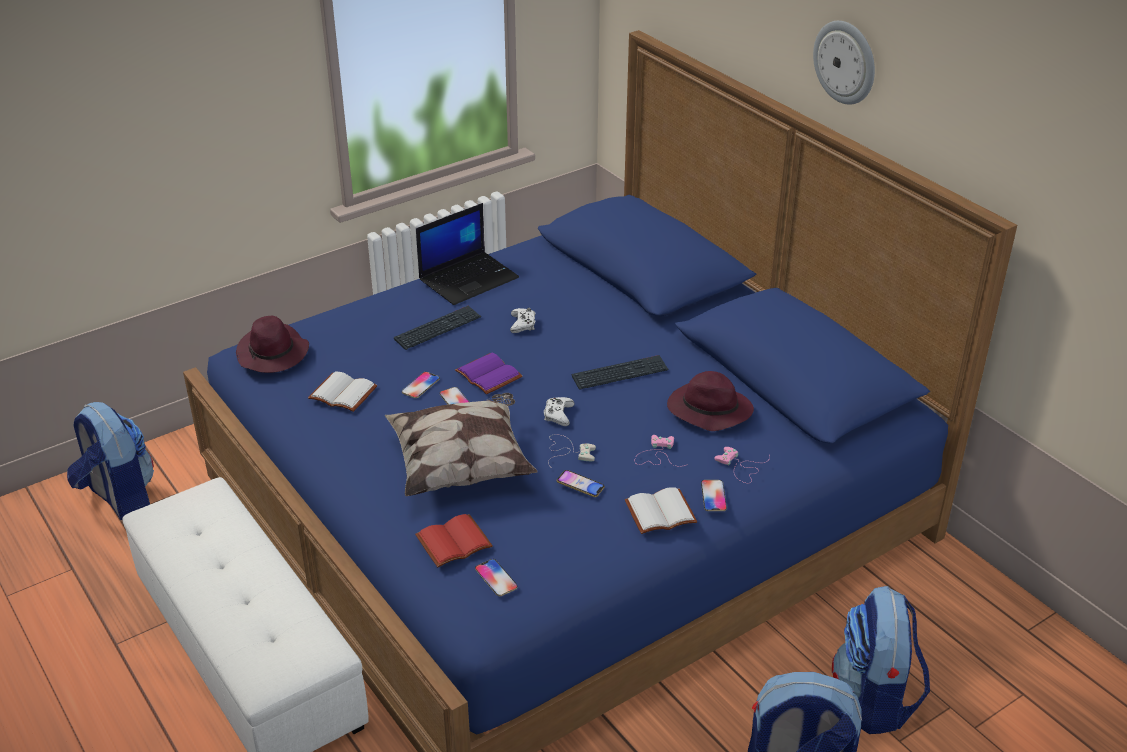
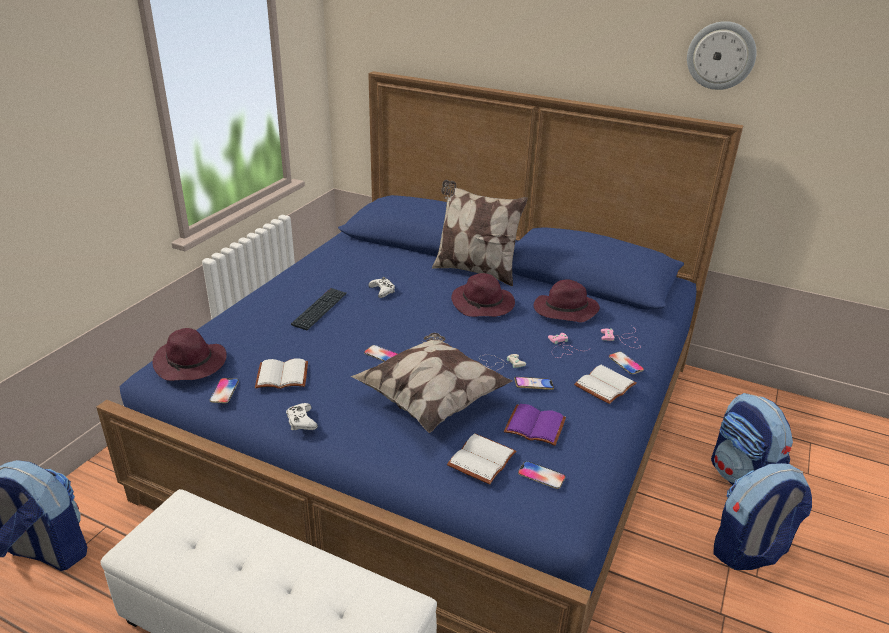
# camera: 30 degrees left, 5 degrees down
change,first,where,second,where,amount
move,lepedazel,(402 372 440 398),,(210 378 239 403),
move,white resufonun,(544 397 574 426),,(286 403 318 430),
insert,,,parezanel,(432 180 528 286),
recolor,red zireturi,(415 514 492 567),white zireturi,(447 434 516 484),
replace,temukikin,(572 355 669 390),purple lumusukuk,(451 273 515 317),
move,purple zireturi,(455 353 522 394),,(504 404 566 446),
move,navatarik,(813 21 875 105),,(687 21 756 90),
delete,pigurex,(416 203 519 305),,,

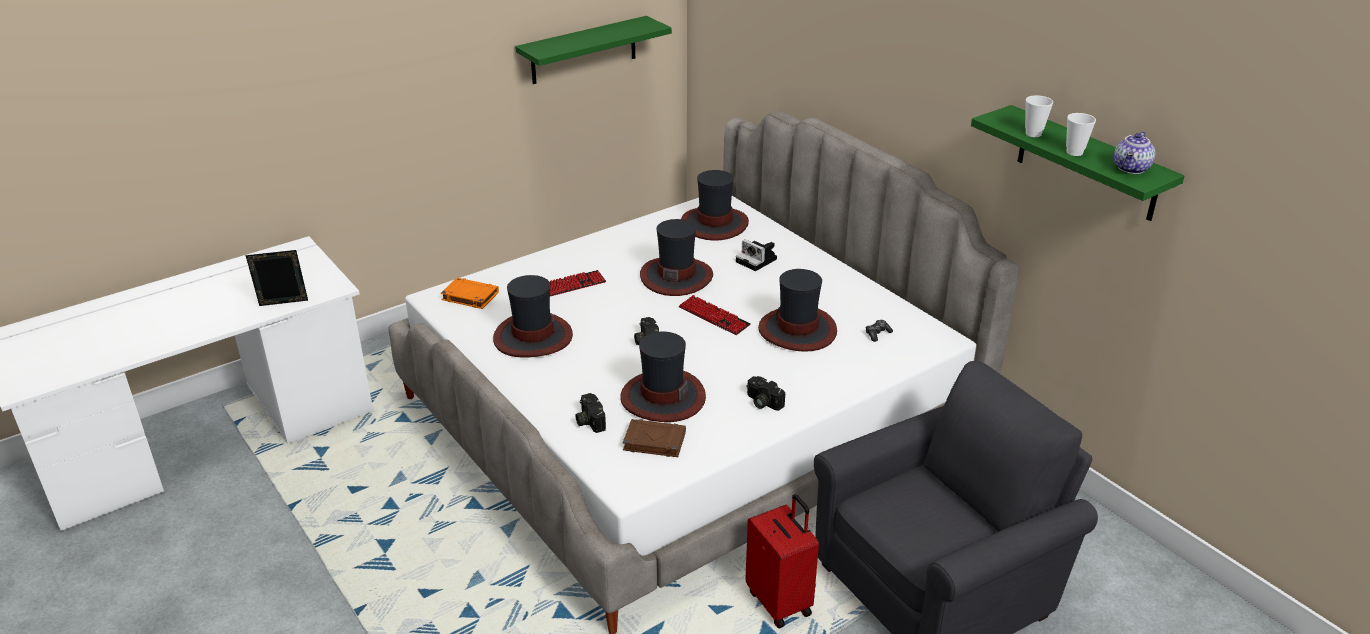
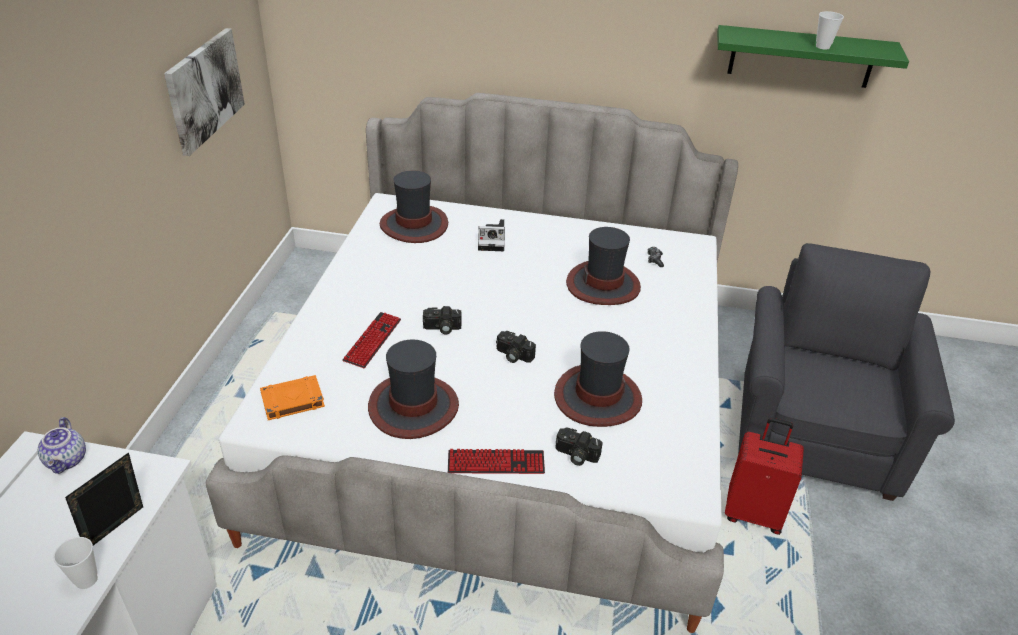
# camera: 45 degrees left, 5 degrees up
change,first,where,second,where,amount
move,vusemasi,(1114 131 1155 174),,(38 417 86 474),
move,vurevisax,(1025 95 1053 137),,(53 537 98 589),
replace,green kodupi,(515 16 672 84),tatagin,(164 28 245 156),
move,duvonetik,(746 376 785 411),,(423 306 461 335),
move,temukikin,(678 295 751 335),,(448 449 545 474),
delete,brown zireturi,(623 419 686 457),,,
delete,lumusukuk,(640 219 713 296),,,

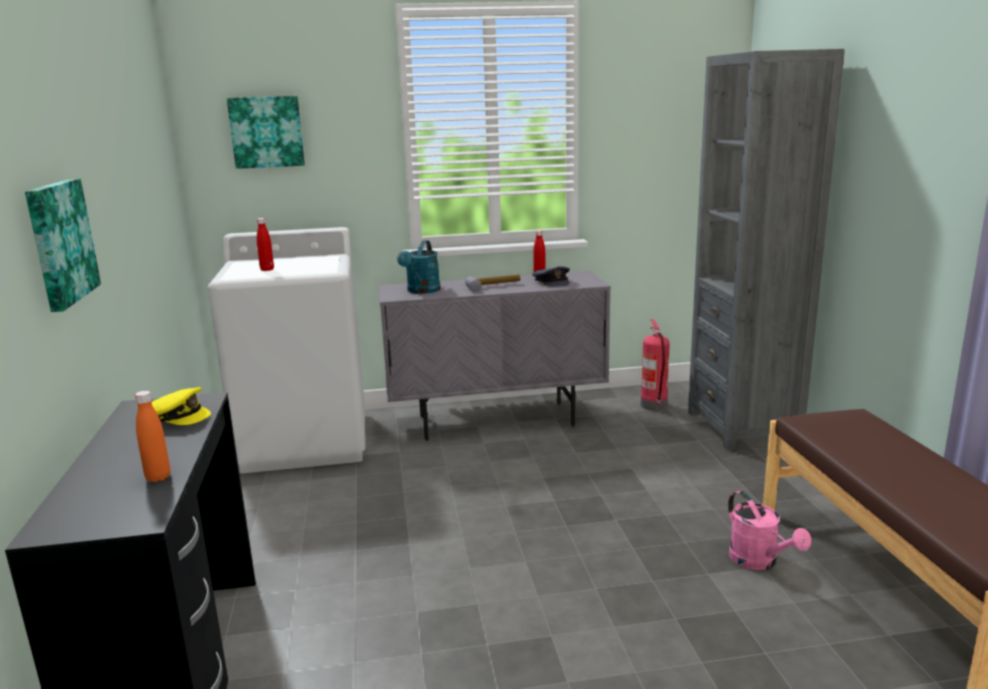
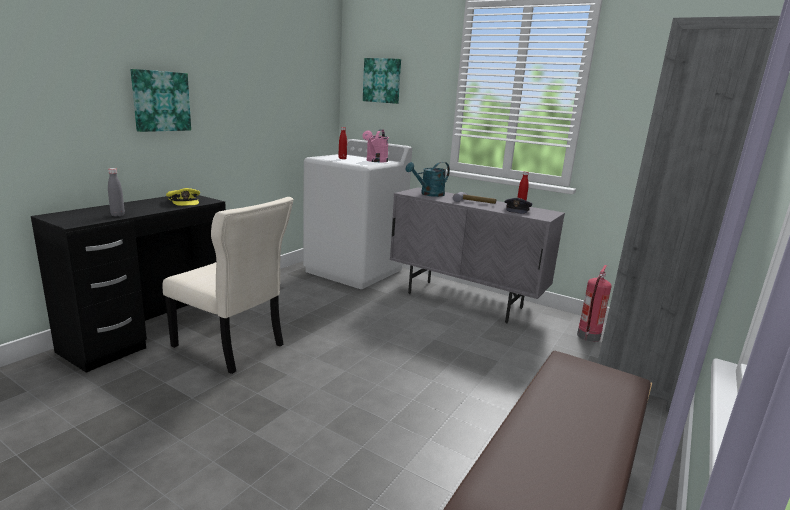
# camera: 40 degrees right, 0 degrees up
change,first,where,second,where,amount
recolor,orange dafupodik,(135 391 170 482),grey dafupodik,(108 168 125 217),
insert,,,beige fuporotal,(163 197 294 374),
move,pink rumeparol,(728 491 811 570),,(363 129 389 162),

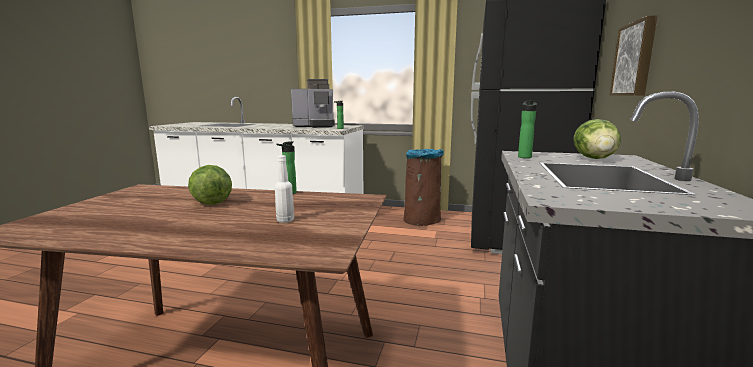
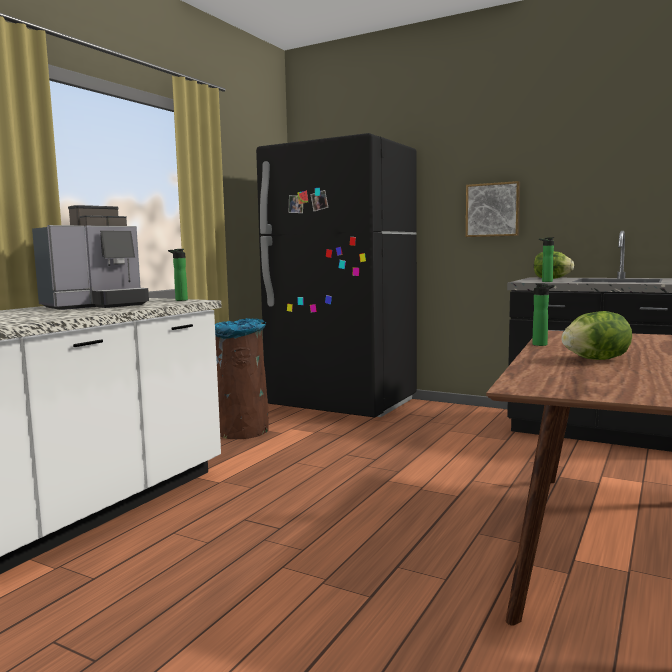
# camera: 75 degrees left, 5 degrees down
change,first,where,second,where,amount
rotate,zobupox,(291 79 335 128),,(32 205 149 310),45 degrees clockwise
delete,white dafupodik,(275 155 294 223),,,

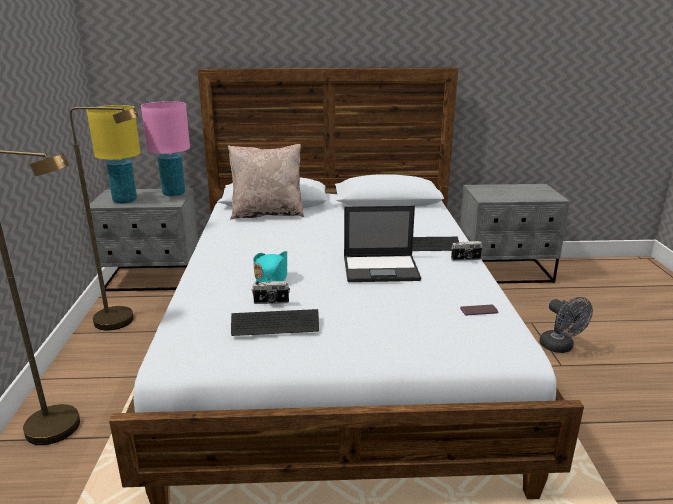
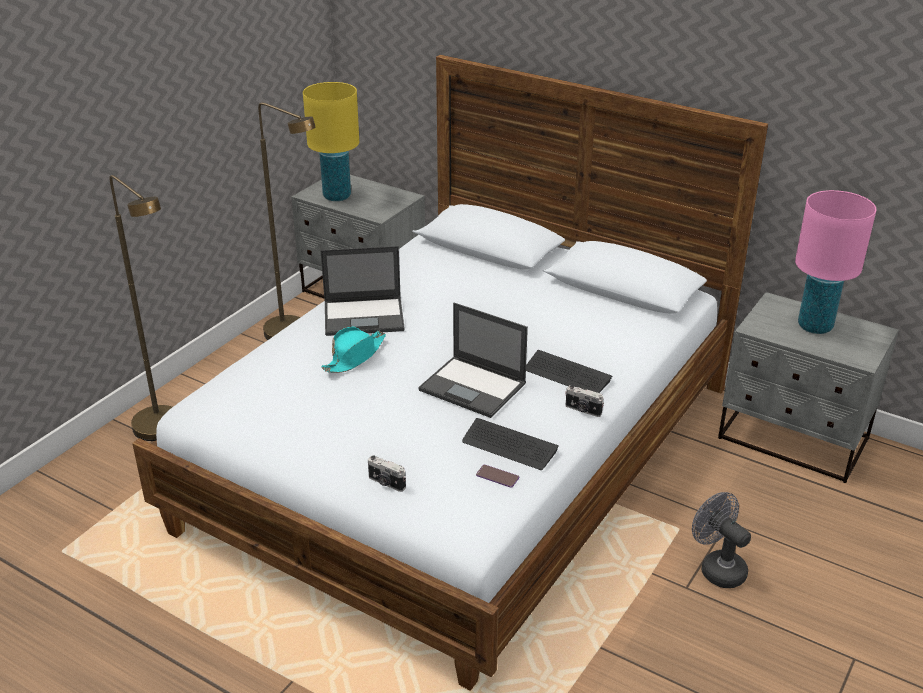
# camera: 35 degrees right, 10 degrees up
change,first,where,second,where,amount
insert,,,pigurex,(320 246 405 336),
move,duvonetik,(252 281 290 304),,(368 455 406 492),
move,temukikin,(231 309 319 336),,(462 418 559 470),
rotate,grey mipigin,(539 297 593 353),,(692 492 751 588),135 degrees clockwise
move,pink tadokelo,(141 101 190 196),,(795 190 877 334),
delete,beige parezanel,(228 144 304 219),,,

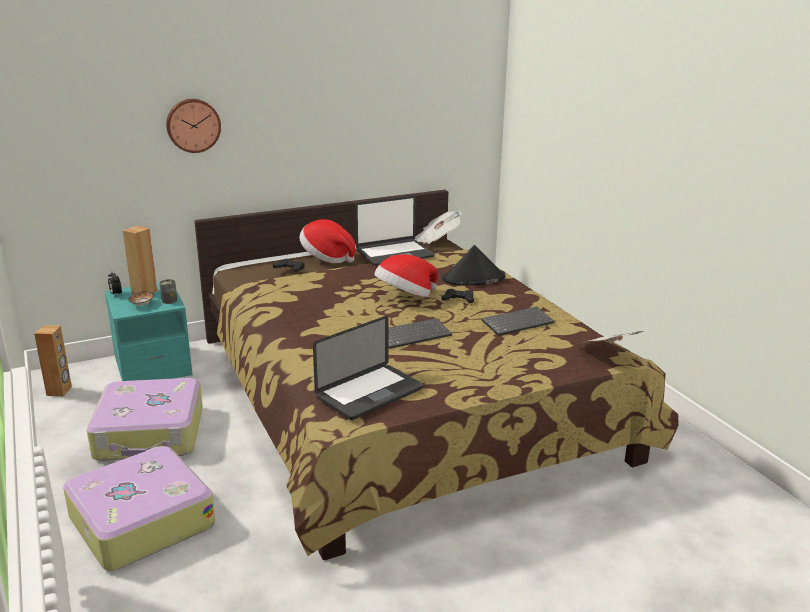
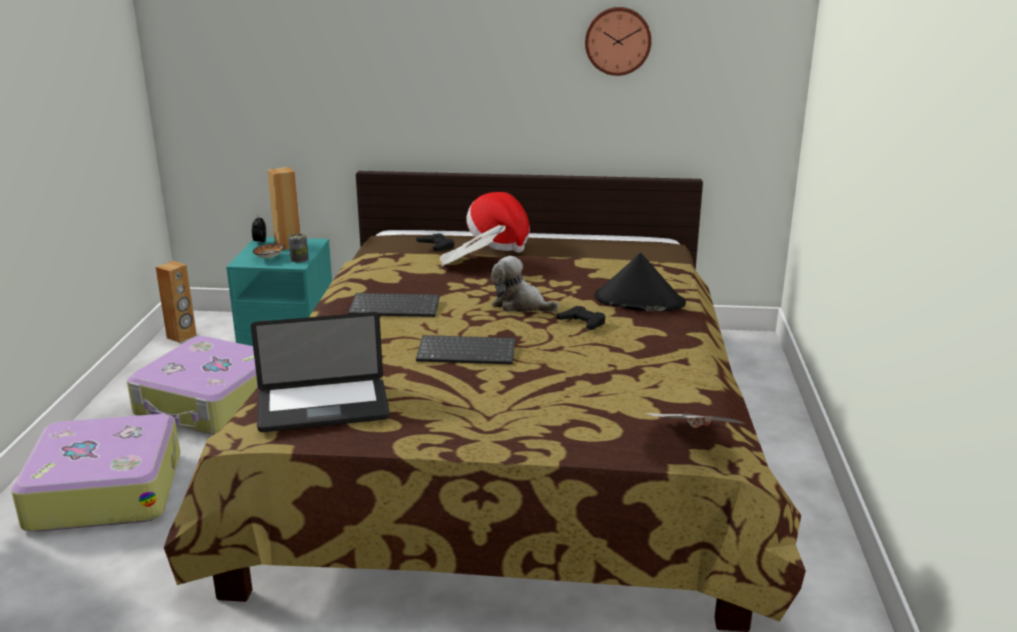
# camera: 30 degrees right, 0 degrees up
change,first,where,second,where,amount
move,temukikin,(481 307 555 336),,(348 293 440 317),
move,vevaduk,(415 211 462 244),,(440 225 506 266),
replace,lumusukuk,(374 254 438 297),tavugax,(491 256 559 312),
move,navatarik,(166 99 221 153),,(585 7 652 76),
delete,pigurex,(355 196 435 266),,,

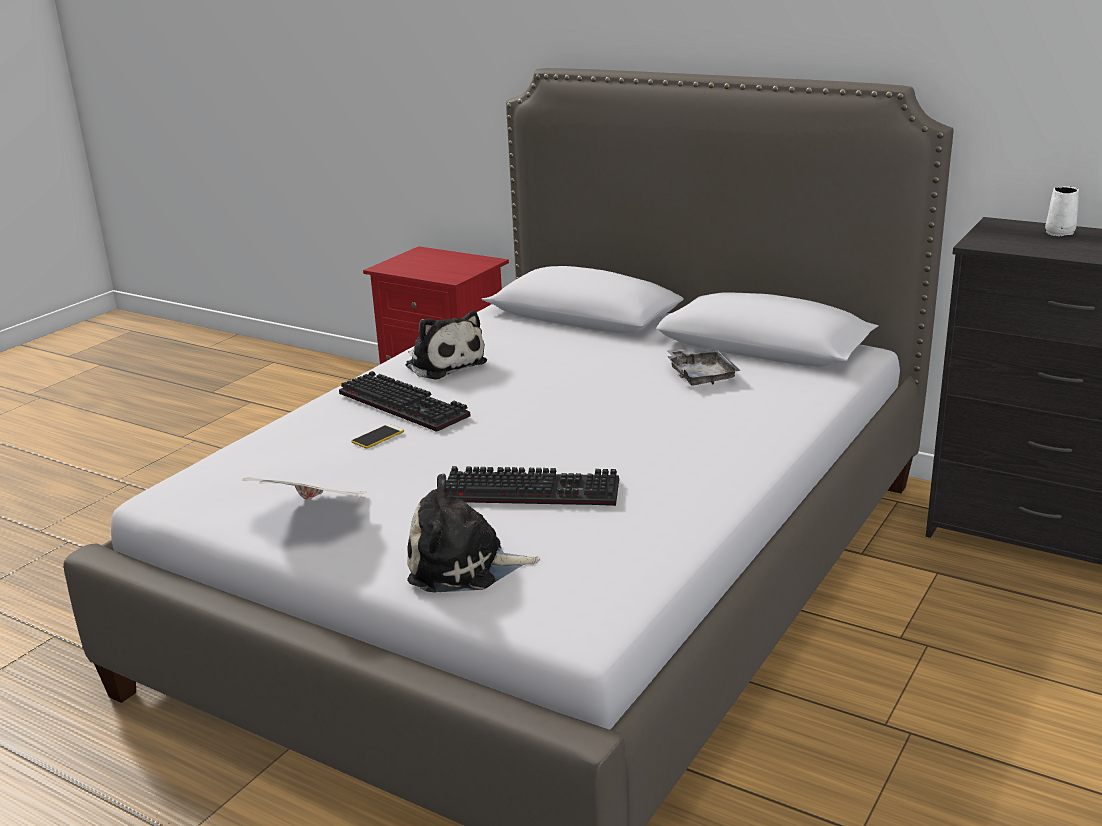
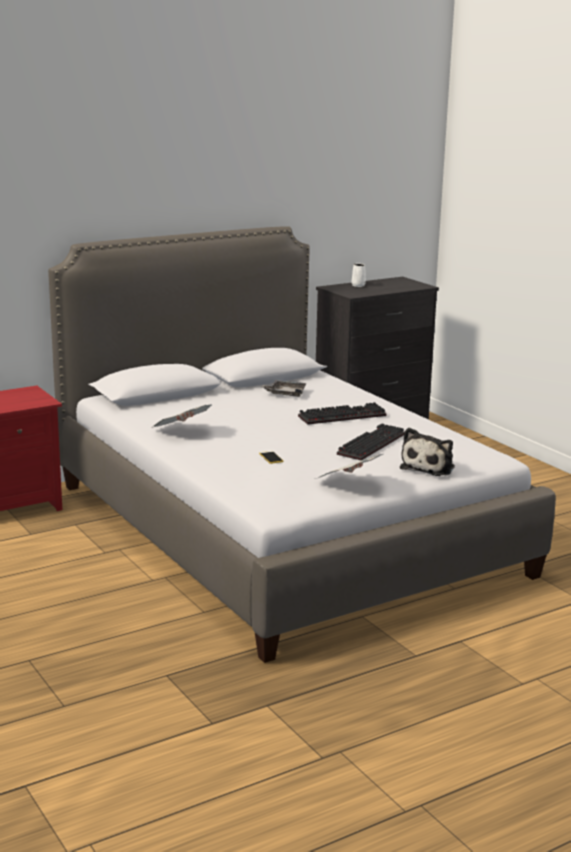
# camera: 65 degrees left, 5 degrees down
change,first,where,second,where,amount
replace,tavugax,(405 311 487 380),vevaduk,(151 405 212 428),
move,temukikin,(339 371 471 432),,(298 402 386 425),

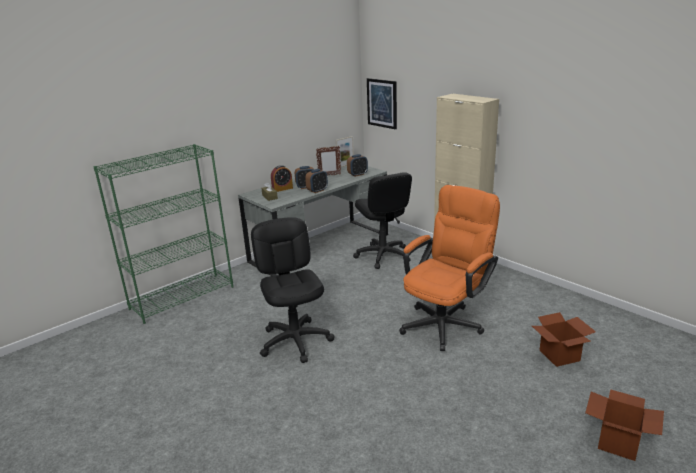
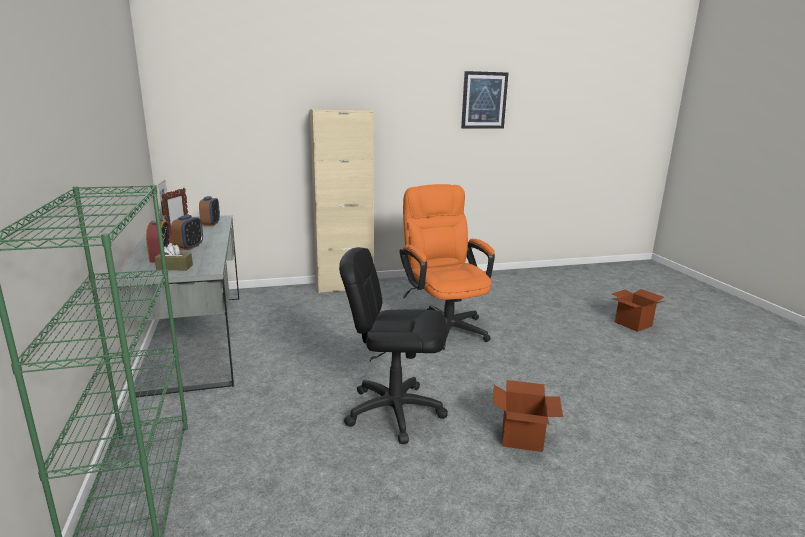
# camera: 65 degrees left, 5 degrees down
change,first,where,second,where,amount
move,tatagin,(367 78 397 129),,(461 71 508 129),
move,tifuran,(532 312 596 367),,(493 380 563 452),
delete,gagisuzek,(305 169 328 193),,,
delete,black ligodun,(353 172 412 269),,,

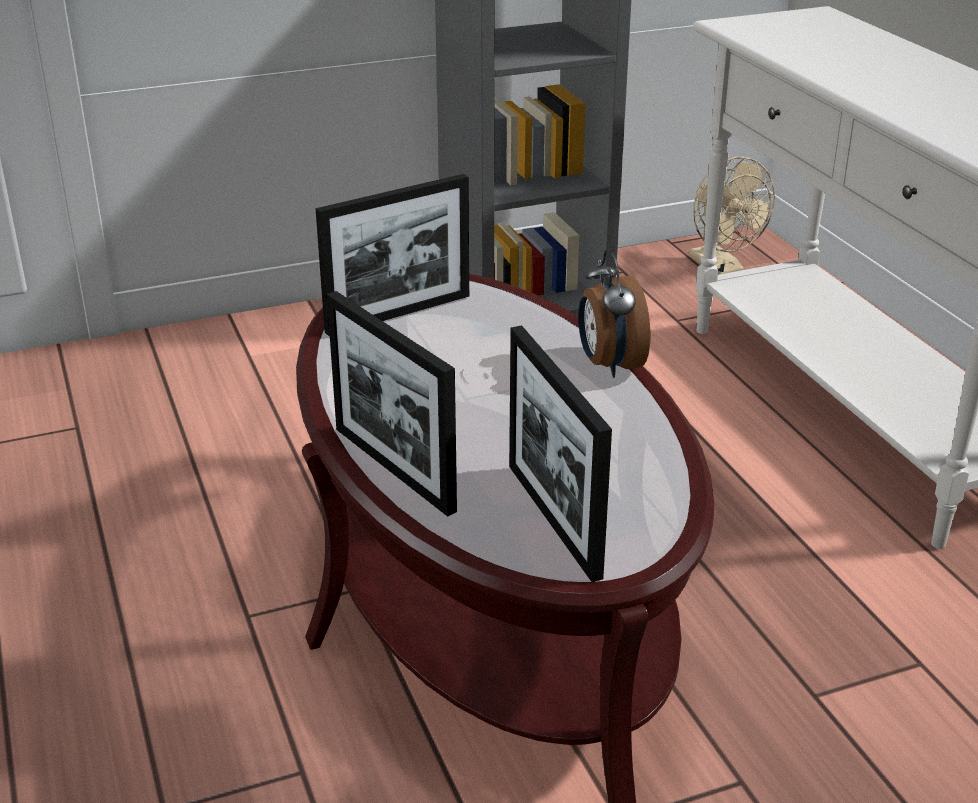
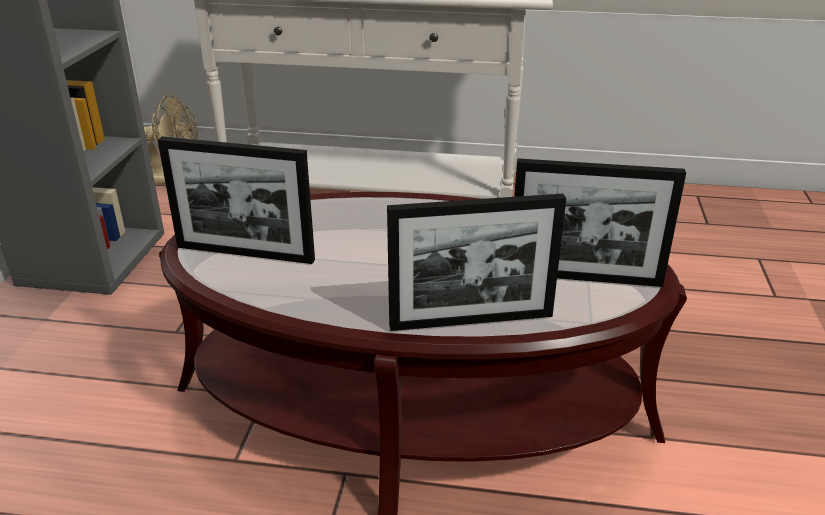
# camera: 60 degrees left, 0 degrees up
change,first,where,second,where,amount
rotate,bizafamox,(316 174 469 336),,(158 137 315 264),105 degrees clockwise
delete,gagisuzek,(578 249 650 378),,,

